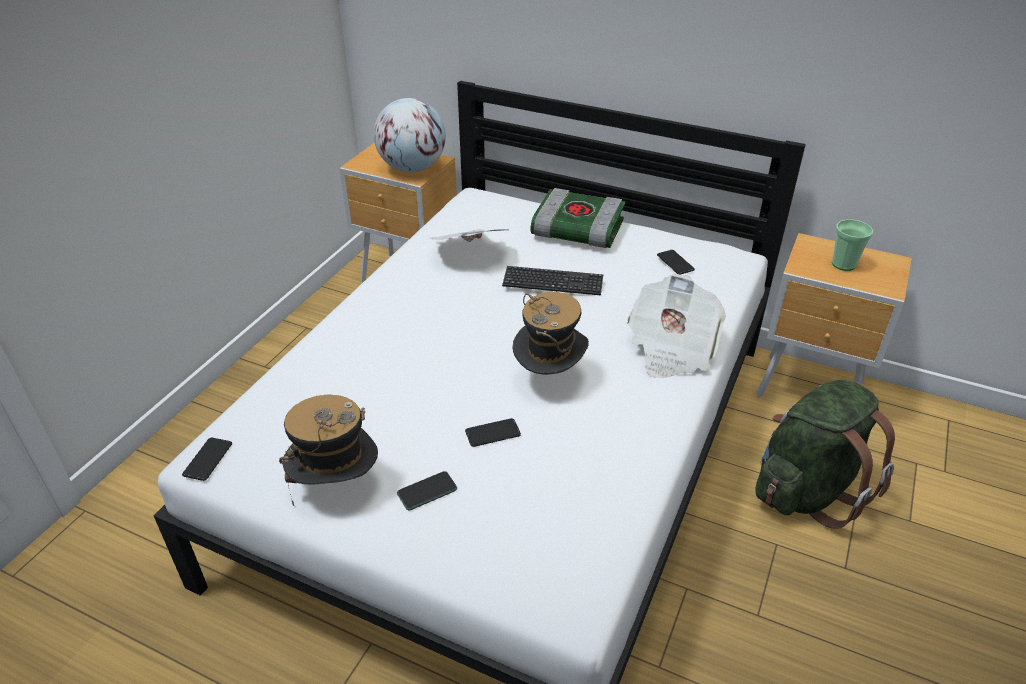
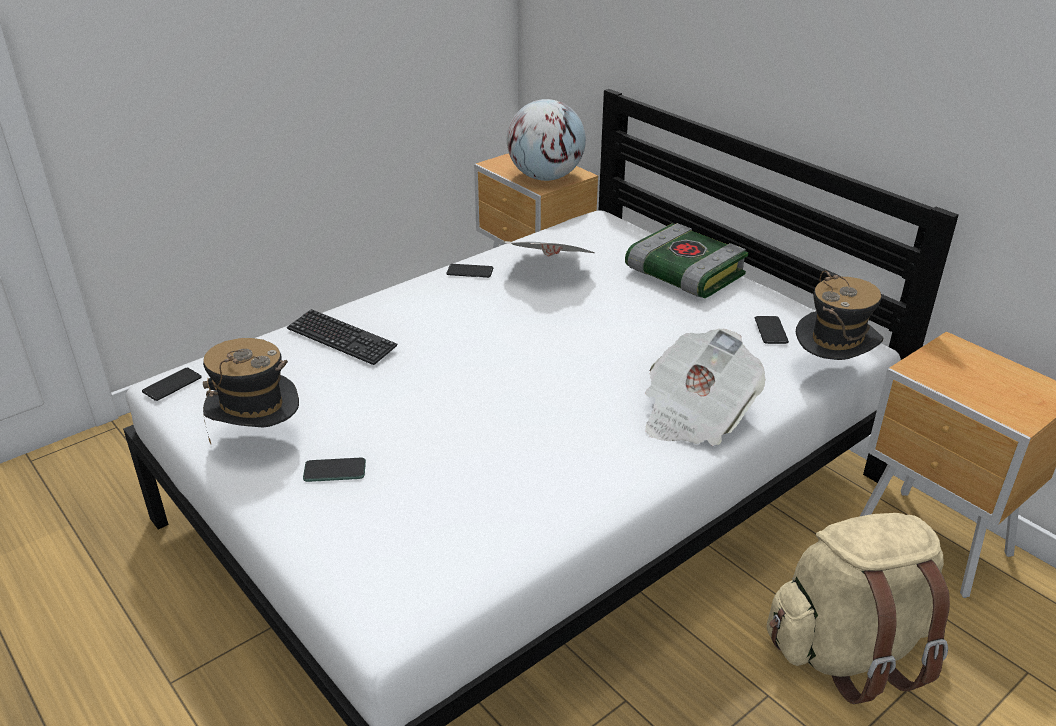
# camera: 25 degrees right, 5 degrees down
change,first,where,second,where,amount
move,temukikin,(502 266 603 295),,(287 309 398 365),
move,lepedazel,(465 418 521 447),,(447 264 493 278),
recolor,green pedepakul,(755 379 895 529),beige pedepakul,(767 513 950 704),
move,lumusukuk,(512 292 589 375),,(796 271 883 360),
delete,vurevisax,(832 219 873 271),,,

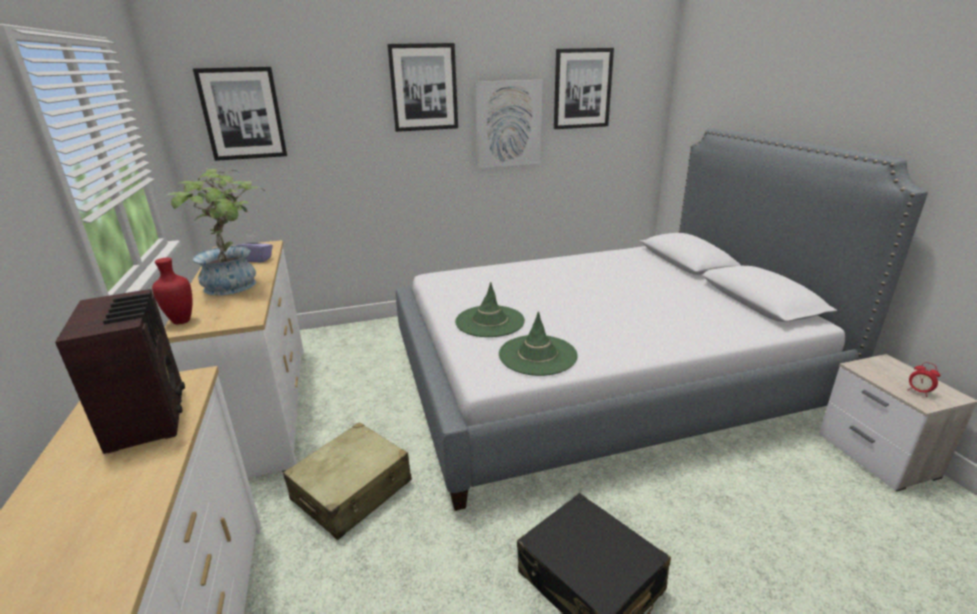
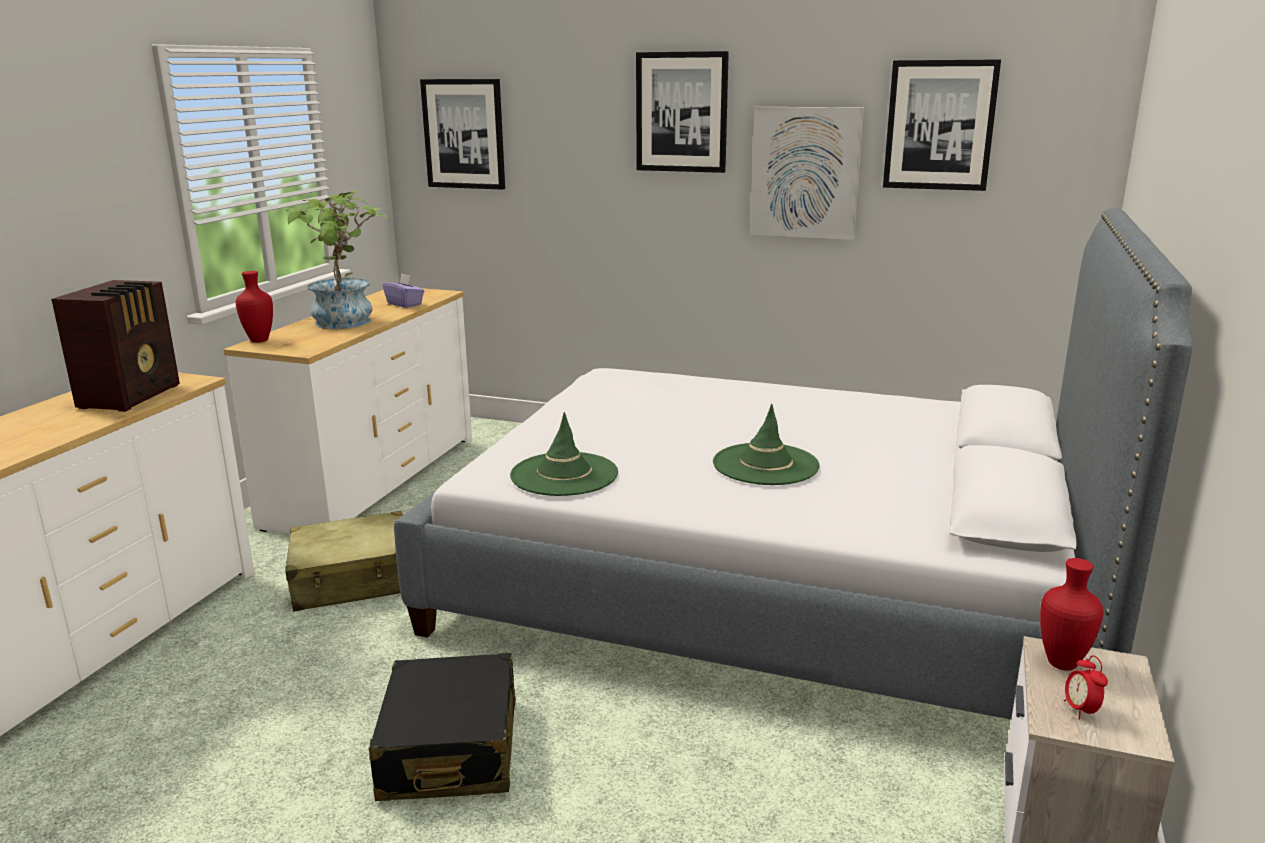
# camera: 35 degrees right, 5 degrees down
change,first,where,second,where,amount
move,green lumusukuk,(455 282 525 337),,(713 404 820 485),
insert,,,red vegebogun,(1040 558 1103 671),

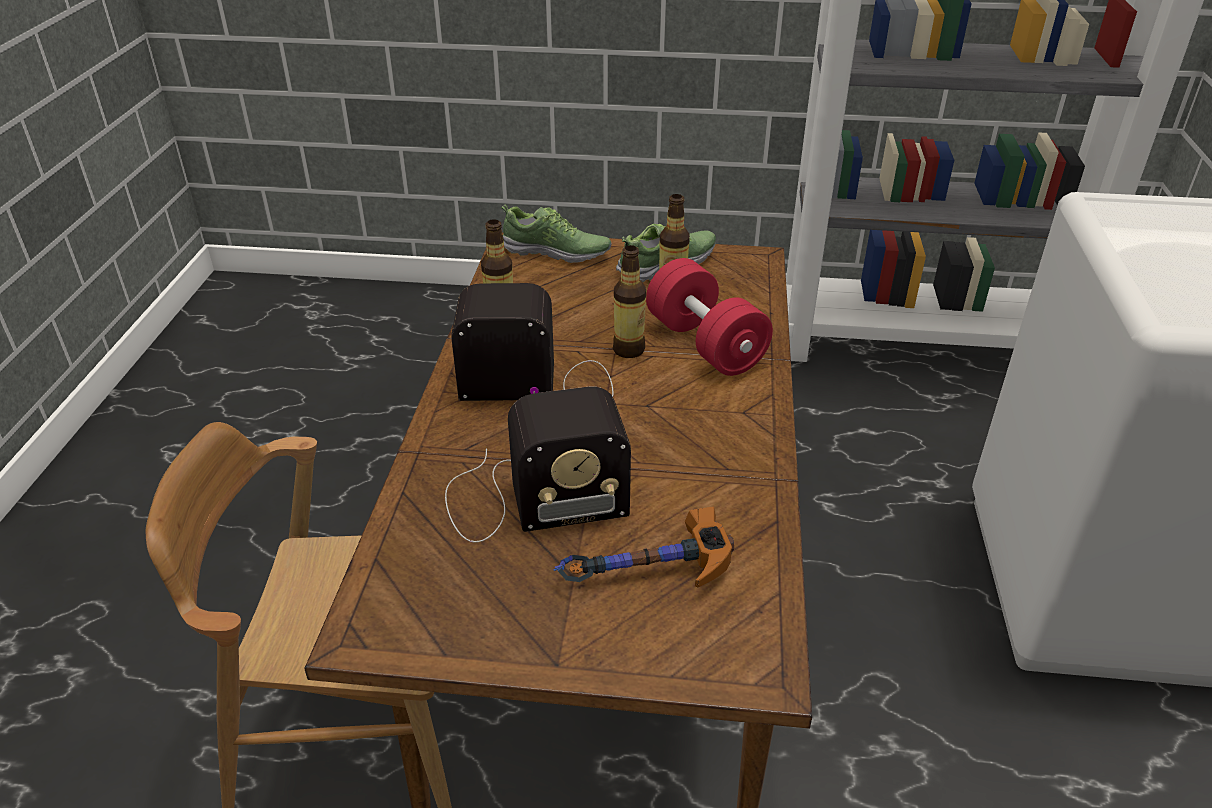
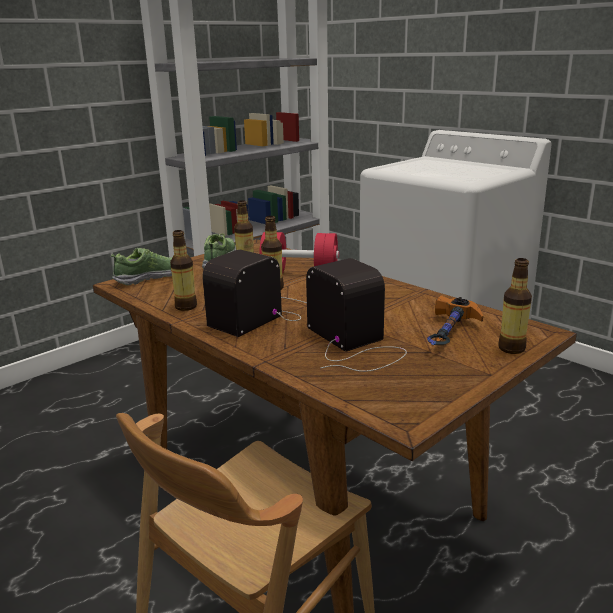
# camera: 50 degrees left, 15 degrees down
change,first,where,second,where,amount
rotate,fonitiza,(445 387 631 543),,(306 258 407 372),60 degrees counterclockwise
insert,,,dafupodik,(498 258 532 354),

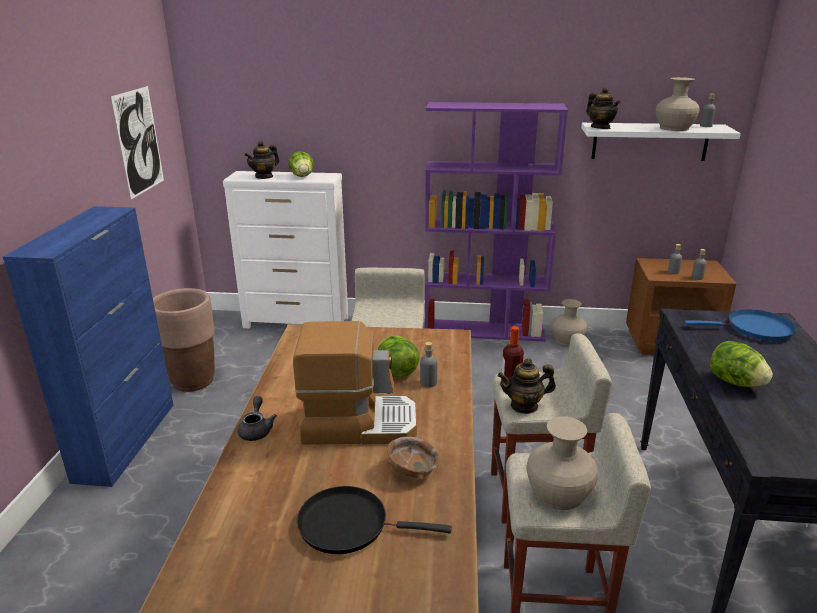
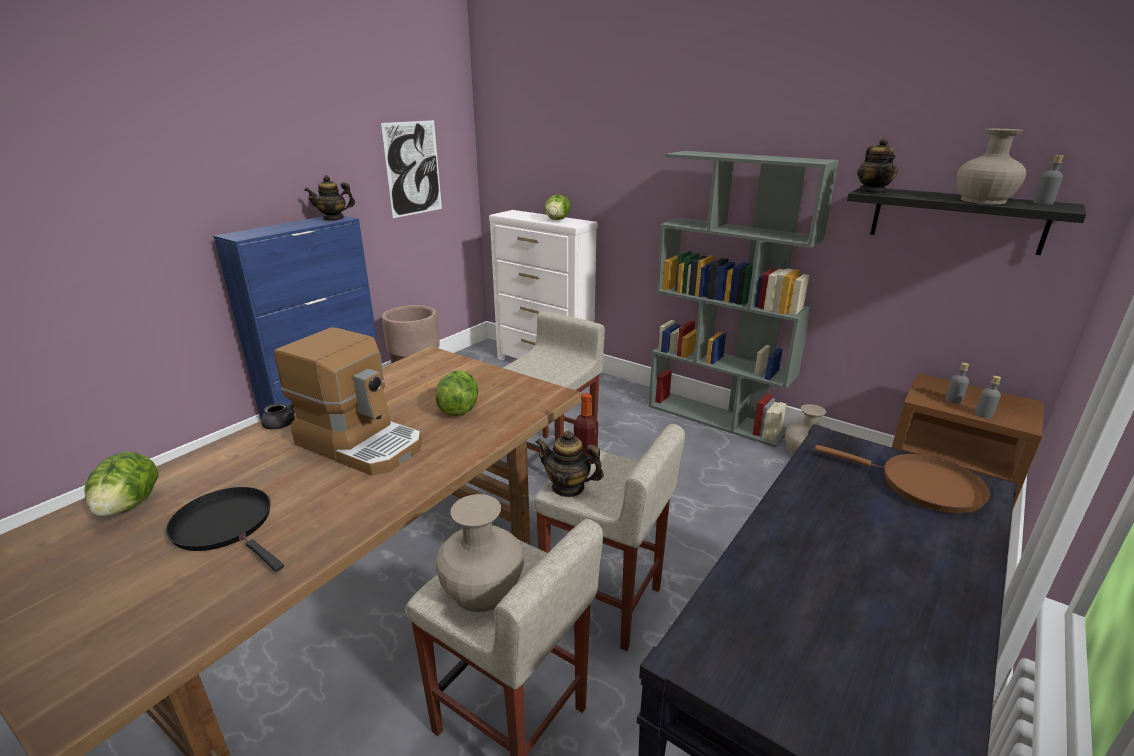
# camera: 30 degrees right, 0 degrees up
change,first,where,second,where,amount
move,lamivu,(710 341 773 387),,(84 452 158 516),
move,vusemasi,(245 141 279 179),,(304 175 355 221),
recolor,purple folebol,(425 102 568 342),grey folebol,(648 151 839 448),
recolor,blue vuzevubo,(684 309 796 341),brown vuzevubo,(814 445 990 513),
recolor,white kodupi,(581 123 741 161),black kodupi,(847 188 1086 255),
delete,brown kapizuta,(387 437 440 480),,,
delete,grey dafupodik,(420 342 437 387),,,

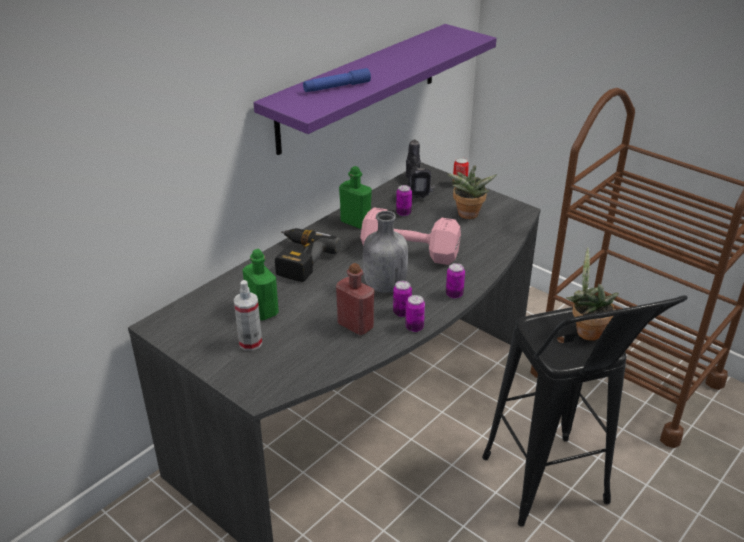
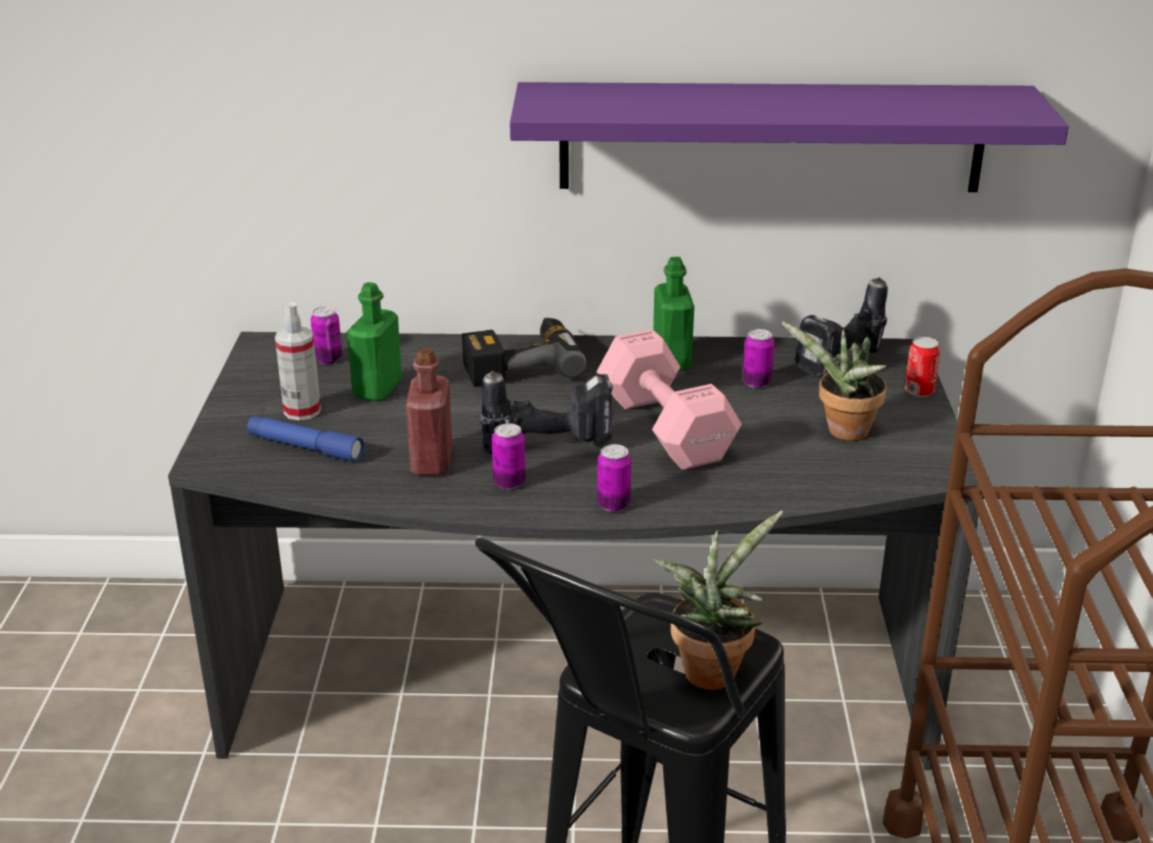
# camera: 50 degrees right, 5 degrees down
change,first,where,second,where,amount
move,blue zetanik,(303 68 371 92),,(247 416 364 462),
move,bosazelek,(405 295 425 332),,(310 306 342 364),
replace,grey dafupodik,(363 211 408 293),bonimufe,(480 370 613 454),

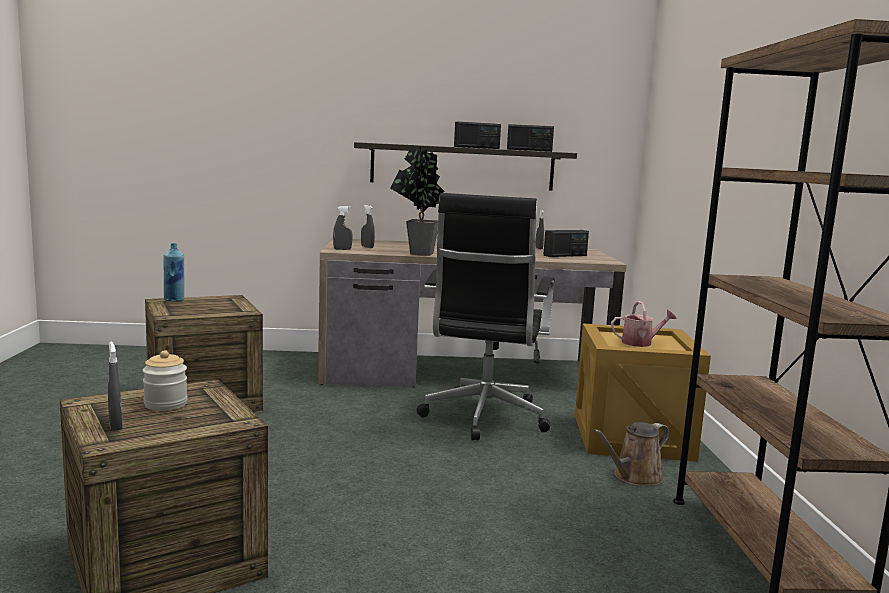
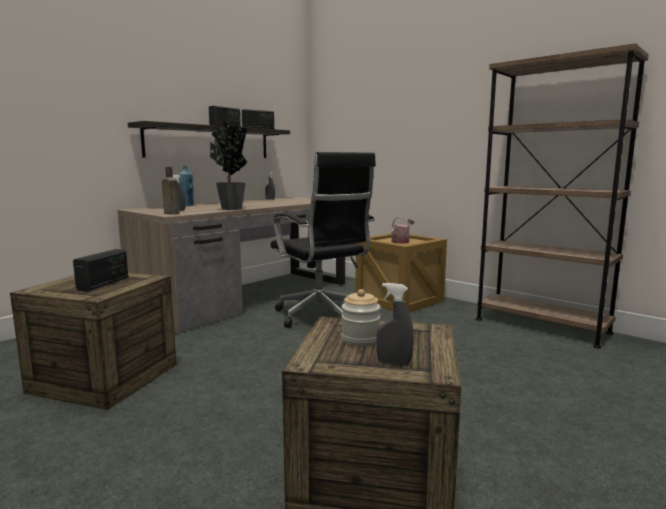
# camera: 45 degrees left, 0 degrees up
change,first,where,second,where,amount
move,fonitiza,(544 230 589 257),,(73 249 128 291),
replace,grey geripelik,(333 206 353 250),brown dafupodik,(162 167 179 215),
move,blue dafupodik,(163 243 184 302),,(179 166 194 206),
delete,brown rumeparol,(593 422 669 486),,,

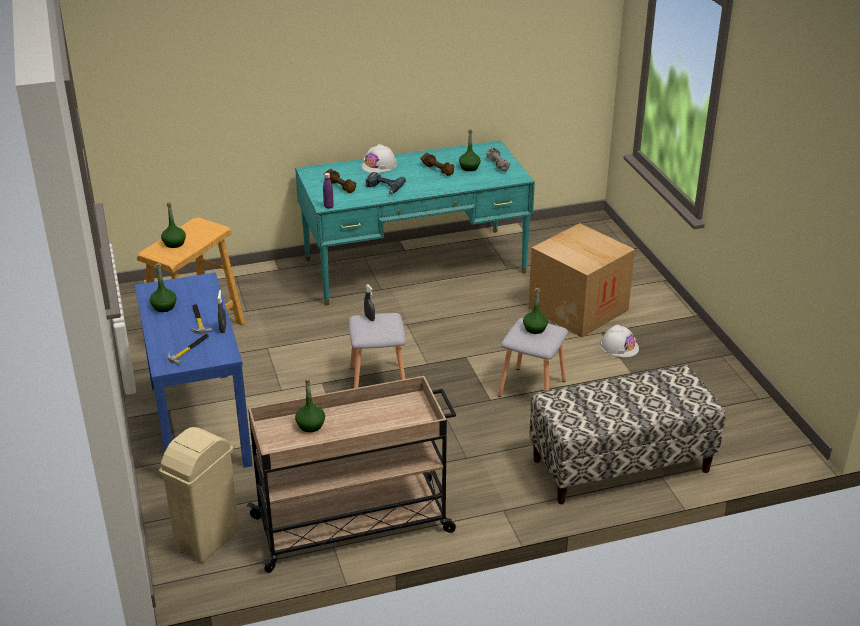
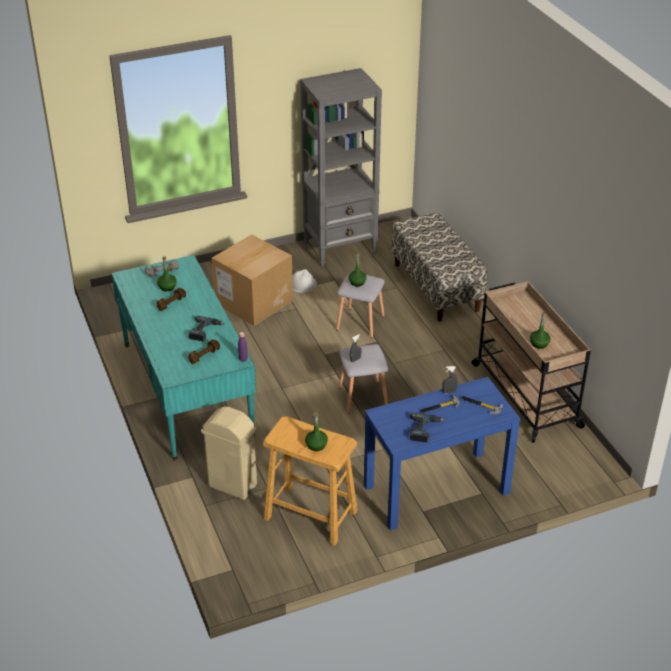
# camera: 95 degrees left, 5 degrees up
change,first,where,second,where,amount
move,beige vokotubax,(159 427 239 563),,(201 407 257 500),
insert,,,grey folebol,(300 68 382 267),
replace,green dafupodik,(150 263 177 312),bonimufe,(410 412 444 442),
delete,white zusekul,(361 144 397 173),,,

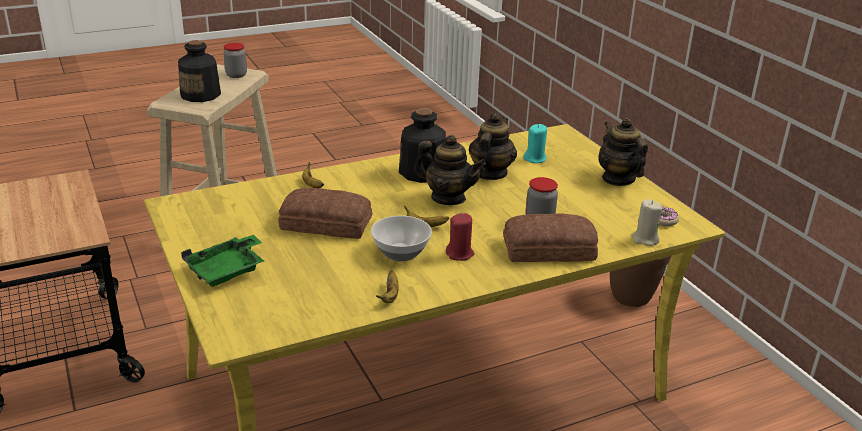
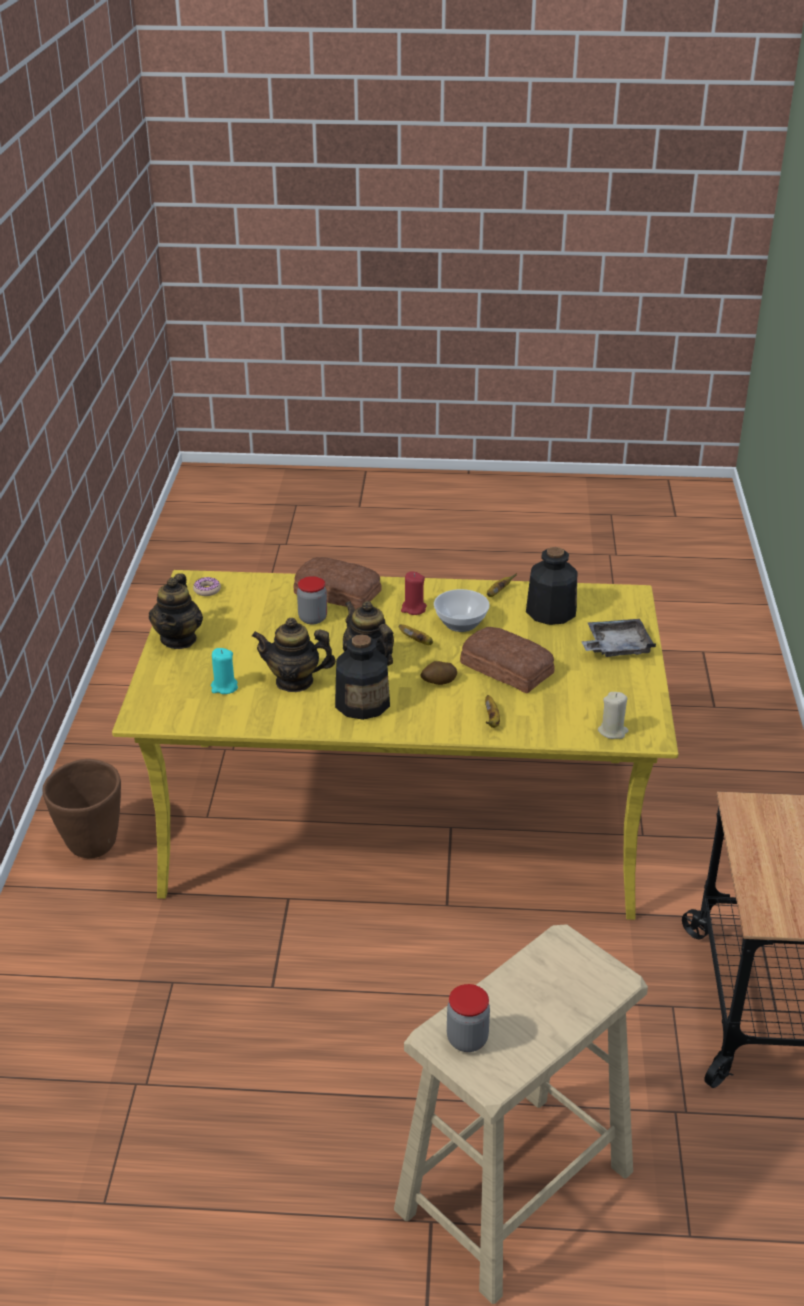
# camera: 150 degrees left, 5 degrees up
change,first,where,second,where,amount
rotate,vusemasi,(469 113 517 180),,(252 618 336 692),45 degrees clockwise
insert,,,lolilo,(420 661 457 685),
move,dafupodik,(178 40 221 102),,(526 547 577 625),
recolor,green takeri,(181 235 264 287),grey takeri,(581 619 656 657),
move,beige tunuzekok,(632 199 662 246),,(598 692 629 739),

